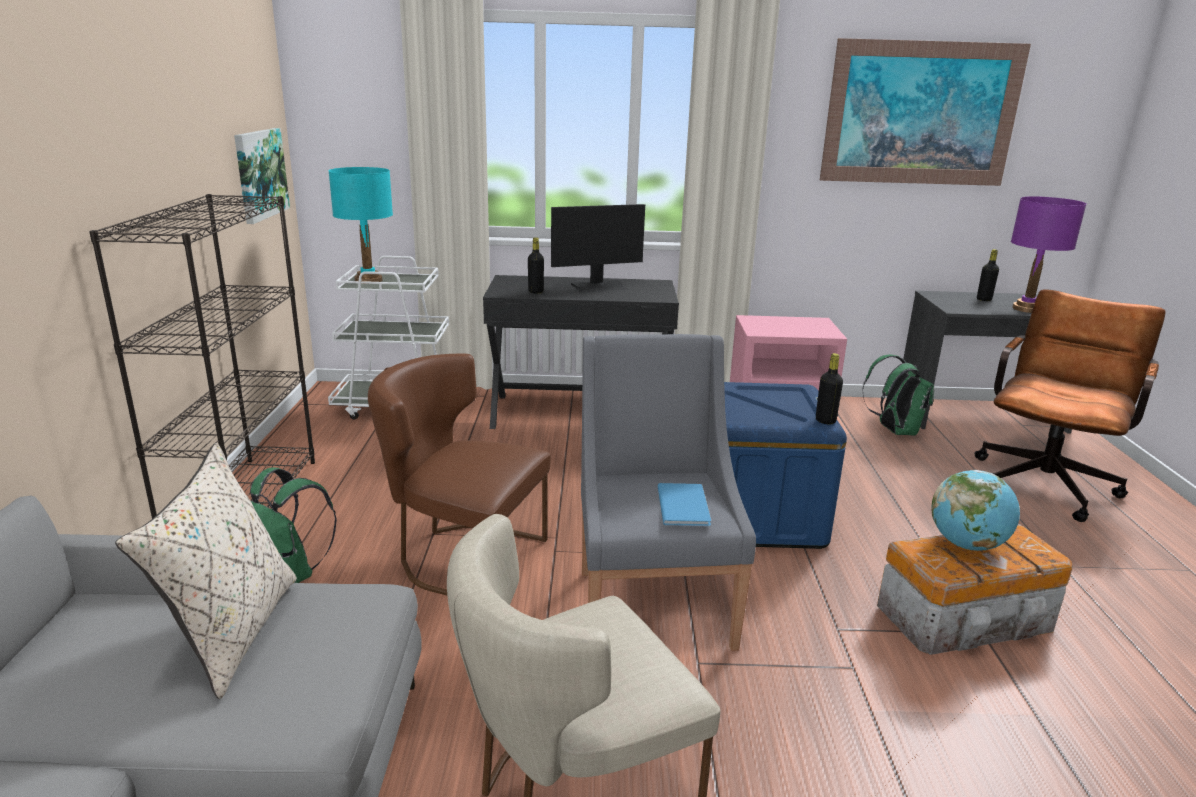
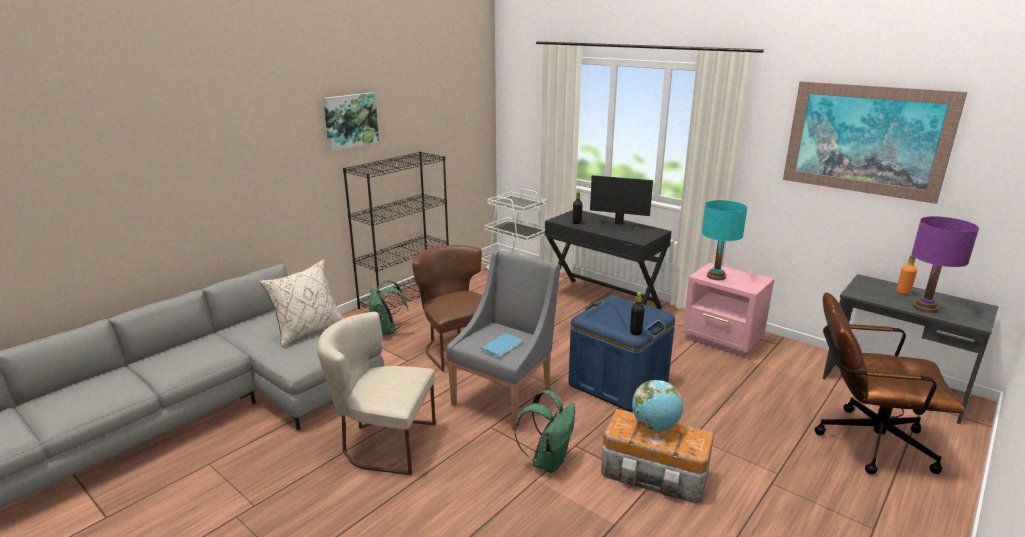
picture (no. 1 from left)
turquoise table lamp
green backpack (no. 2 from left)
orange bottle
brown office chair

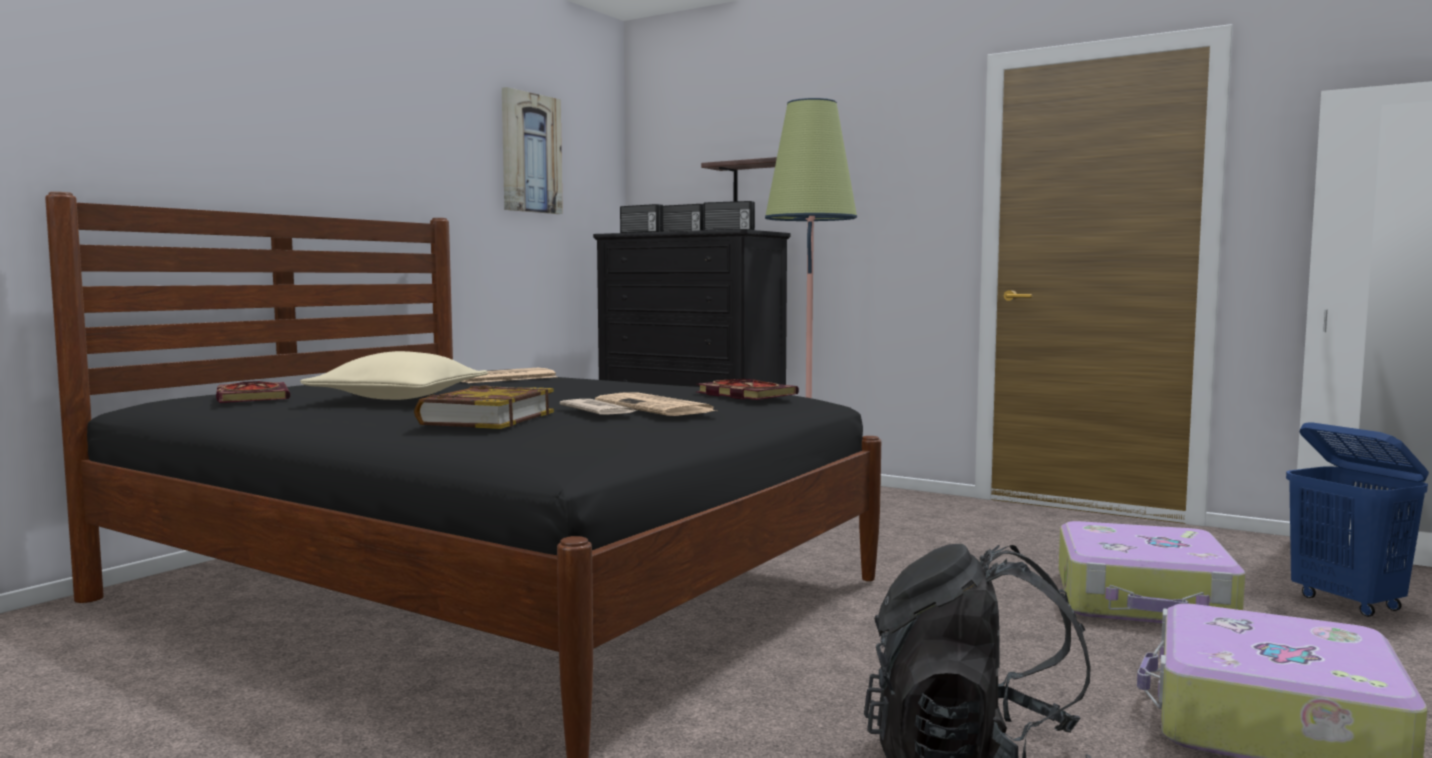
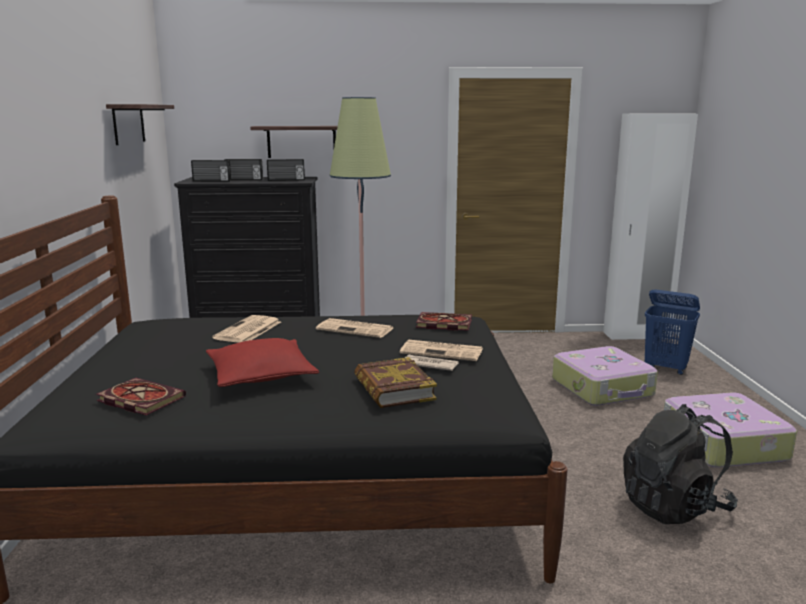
newspaper (no. 2 from left)
shelf (no. 1 from left)
red pillow

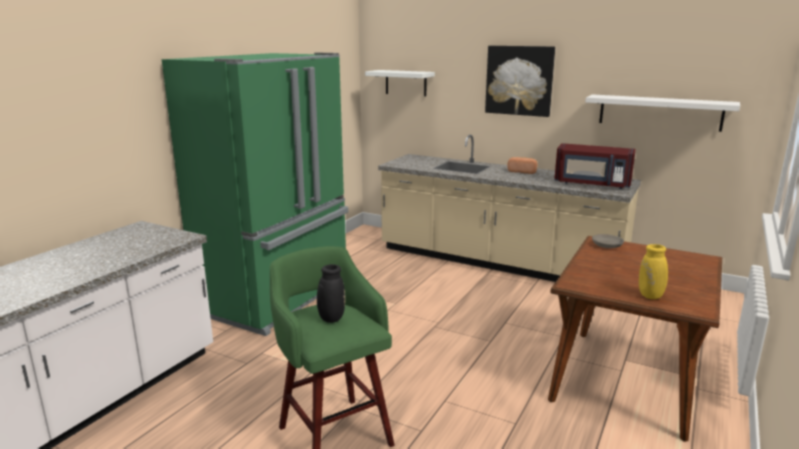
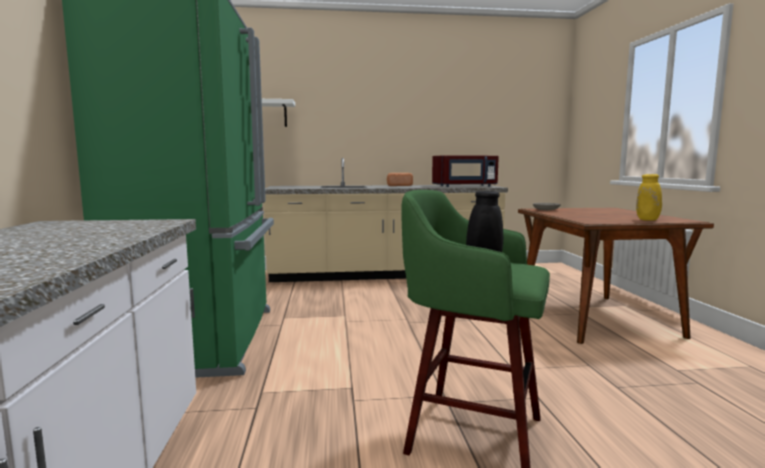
picture
white shelf (no. 2 from left in the first image)

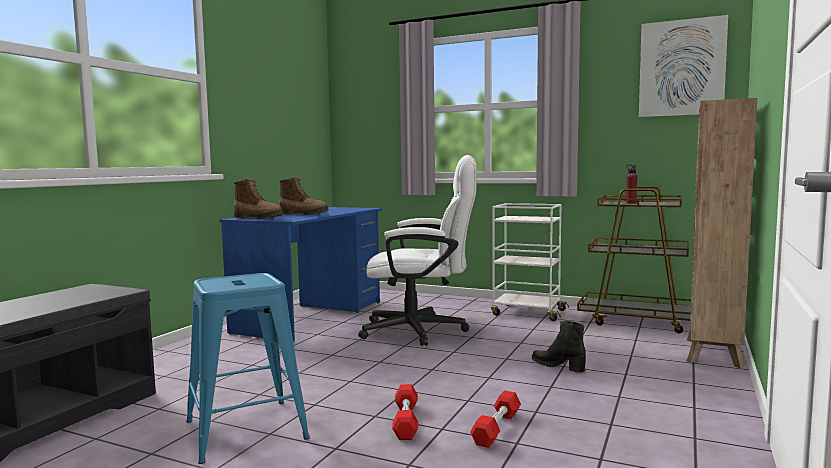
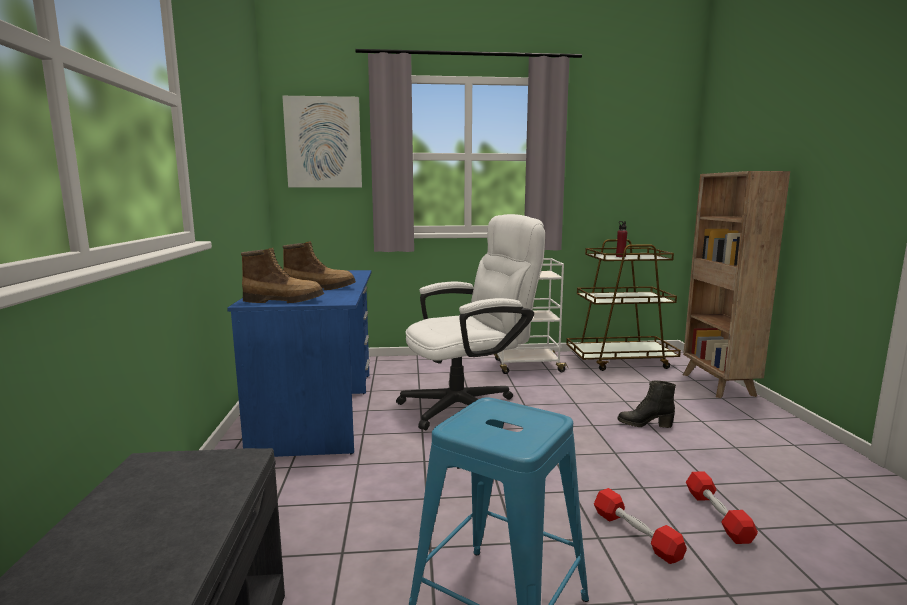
picture

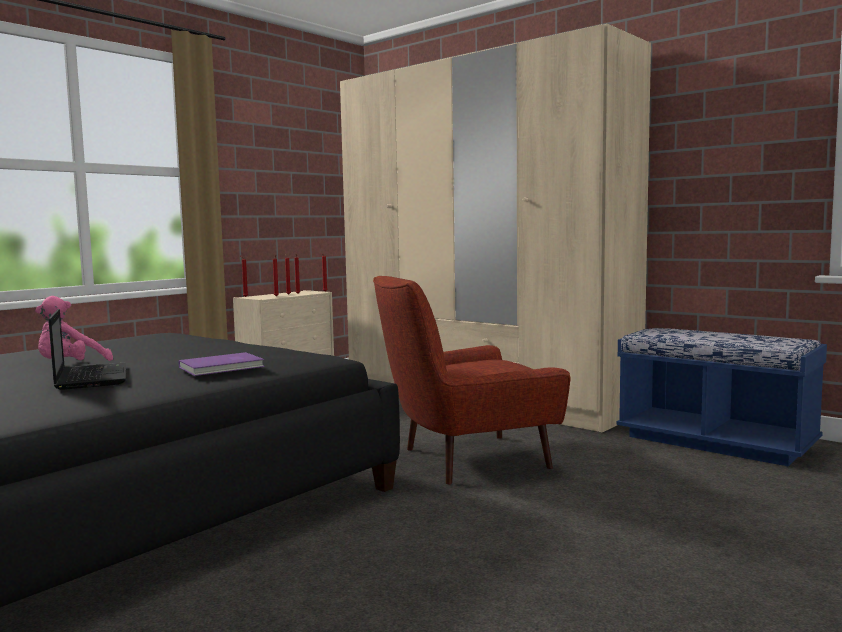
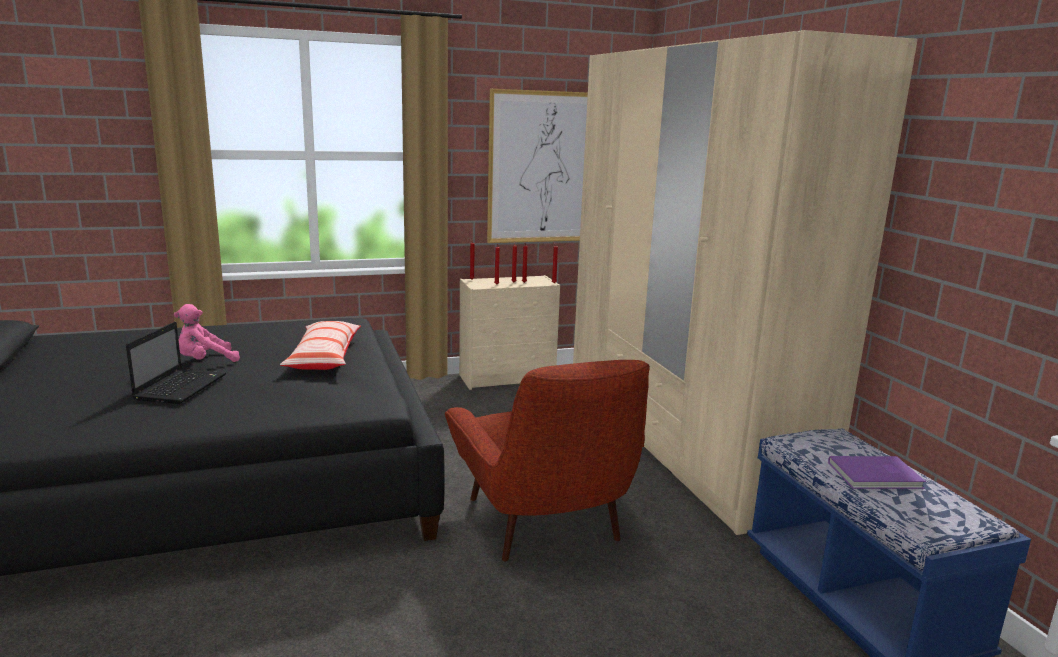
pillow
picture
purple book
red armchair

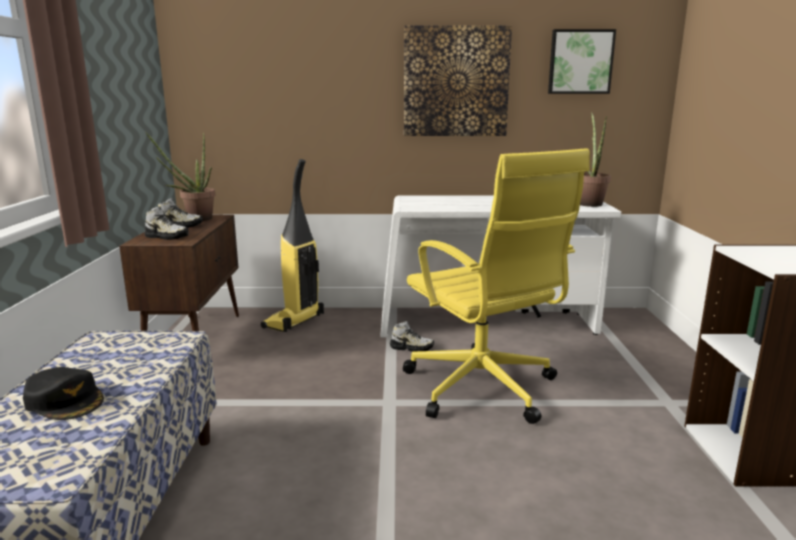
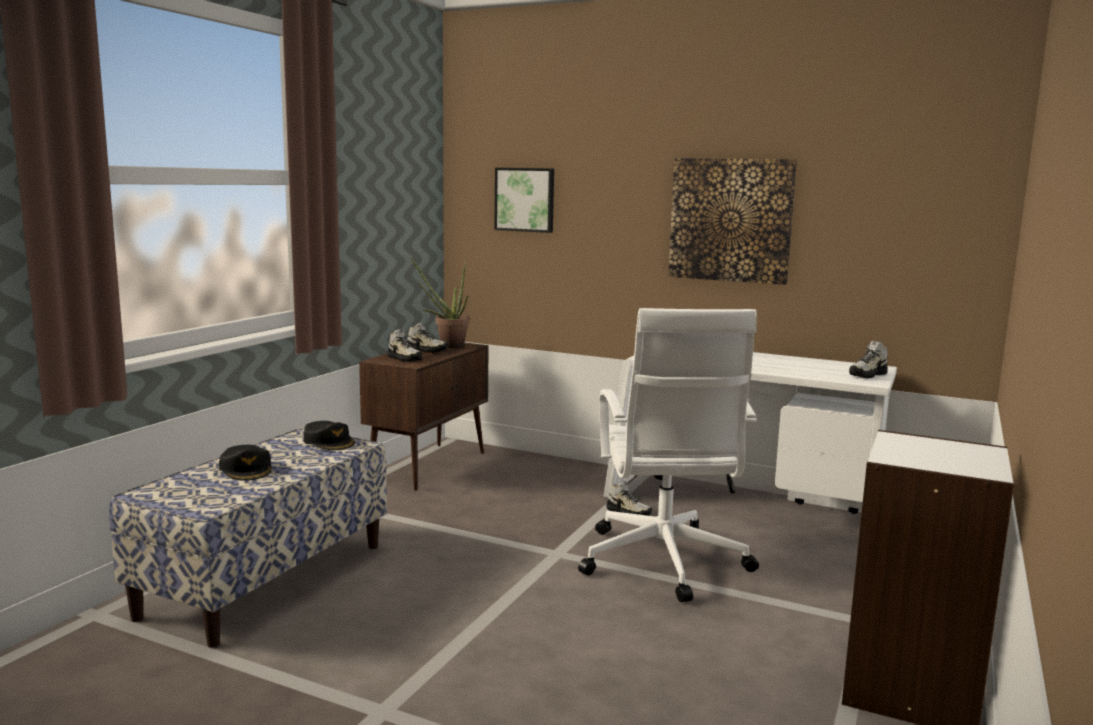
vacuum cleaner
black cap (no. 2 from left)
picture (no. 1 from left)
shoe (no. 4 from left)
white office chair

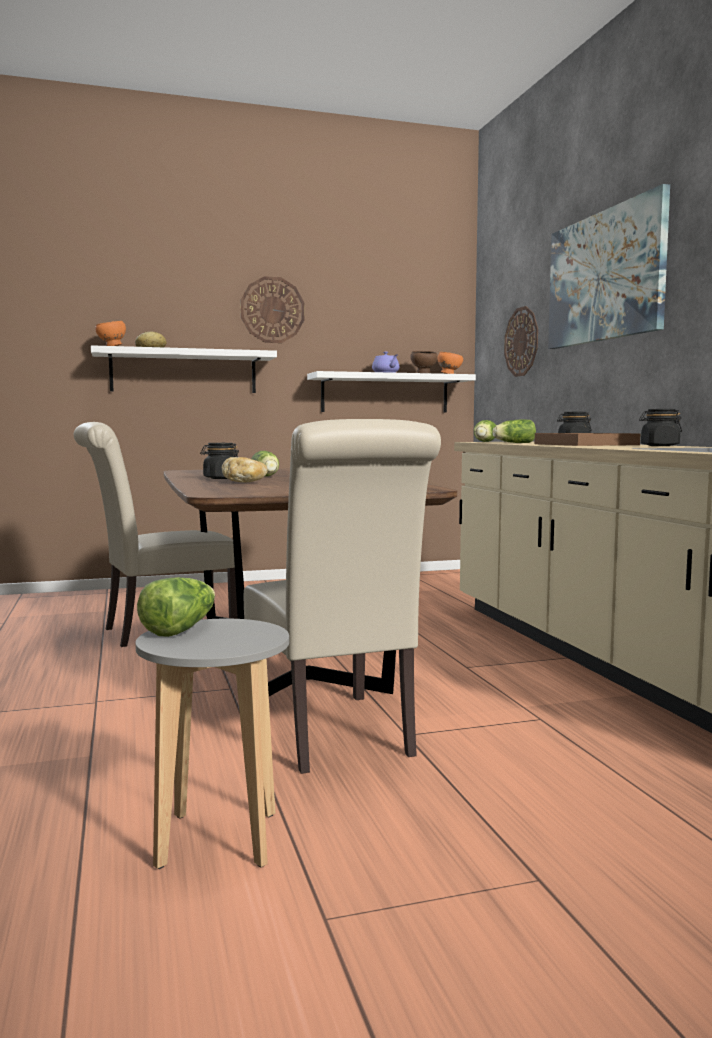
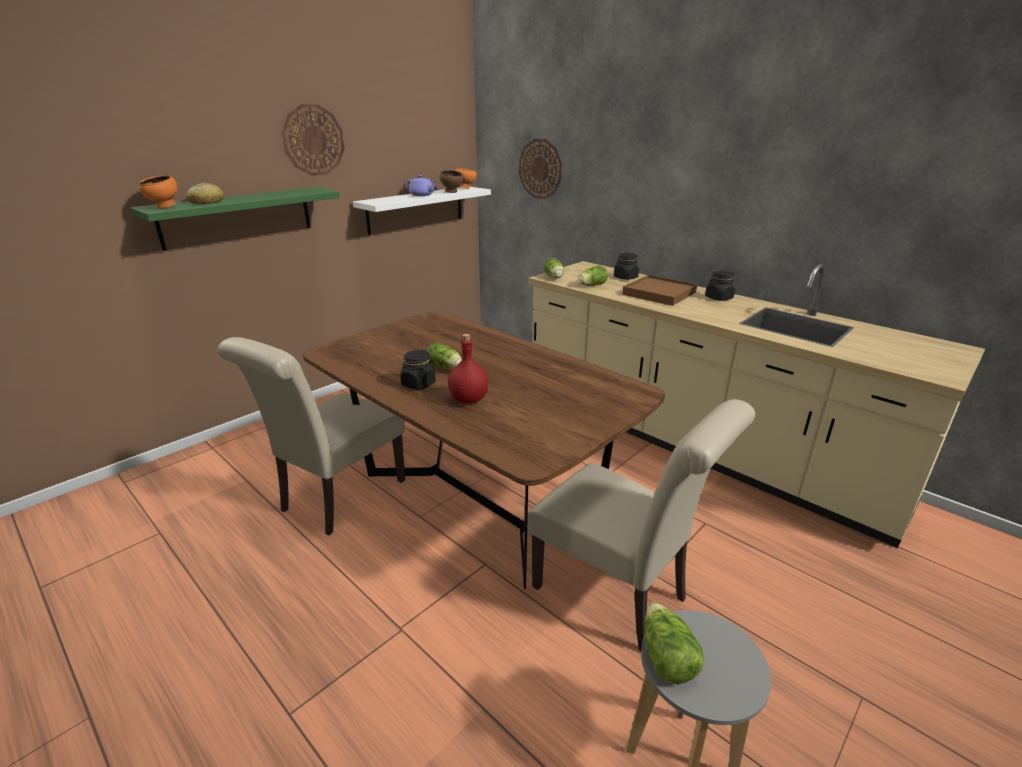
picture
red bottle
green shelf

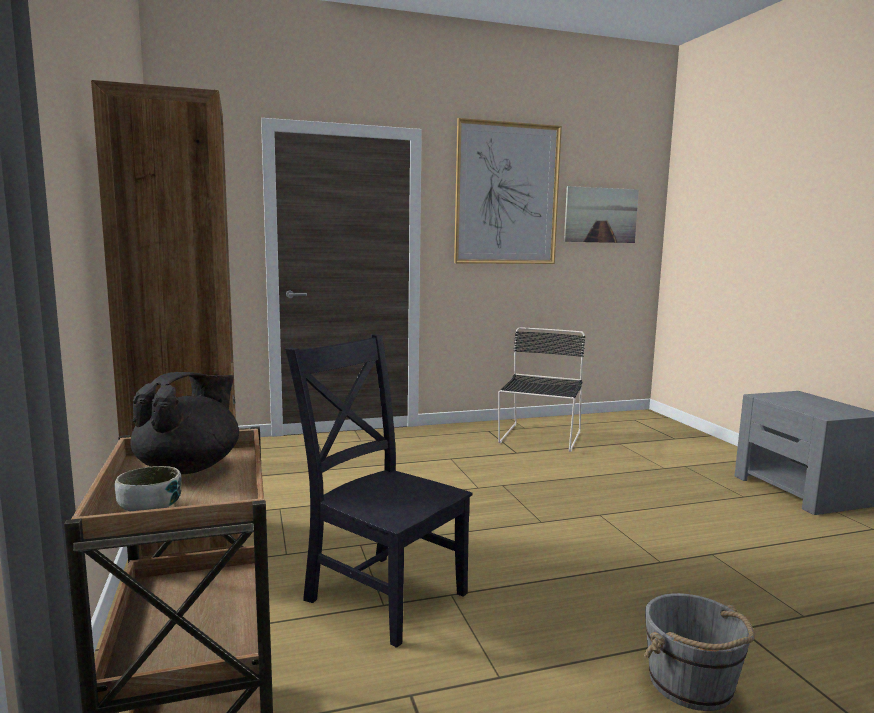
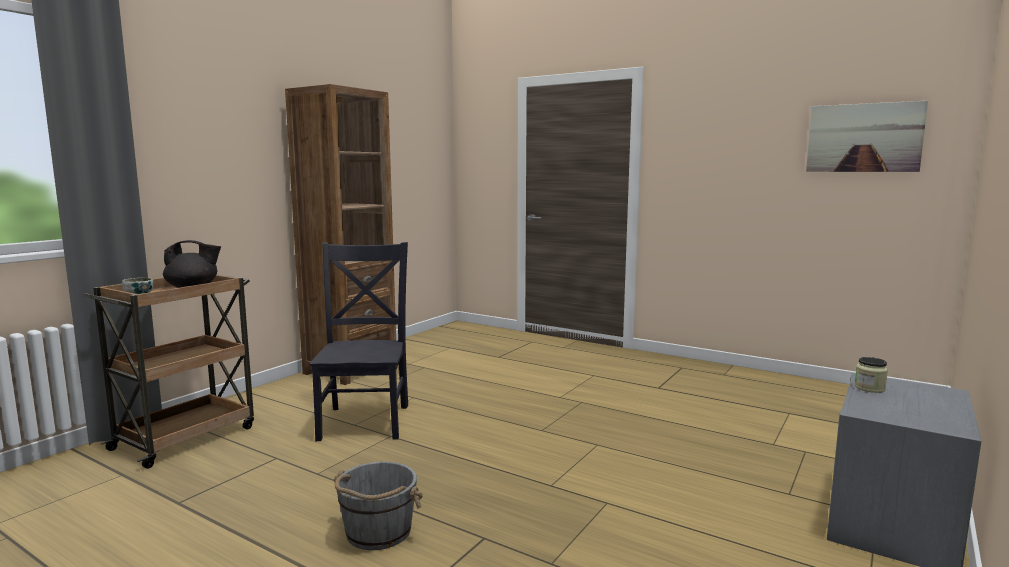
picture (no. 1 from left in the first image)
black chair (no. 2 from left in the first image)
jar

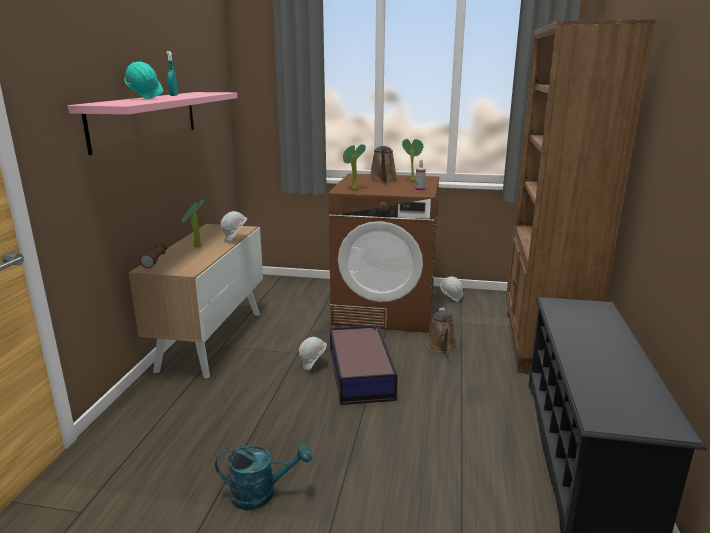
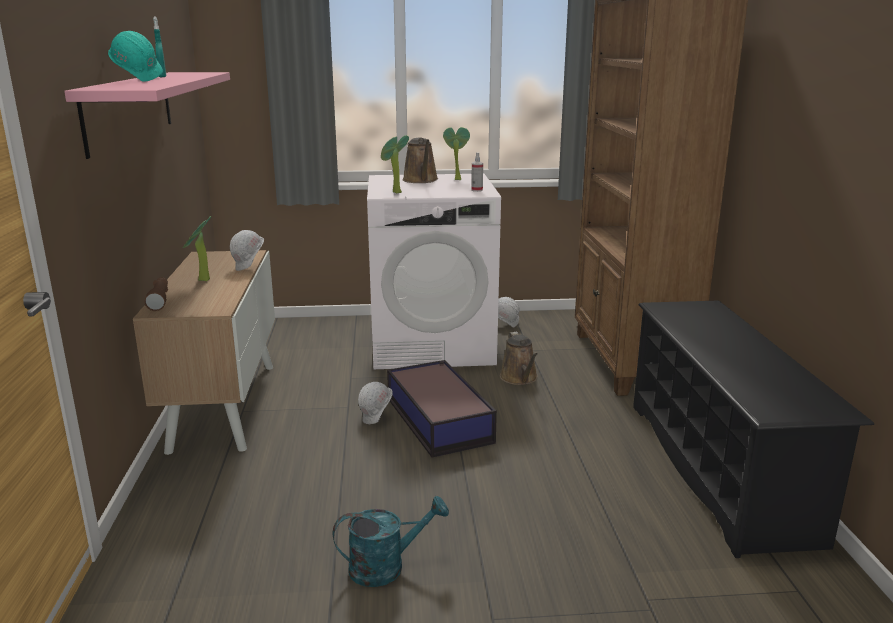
white washing machine

